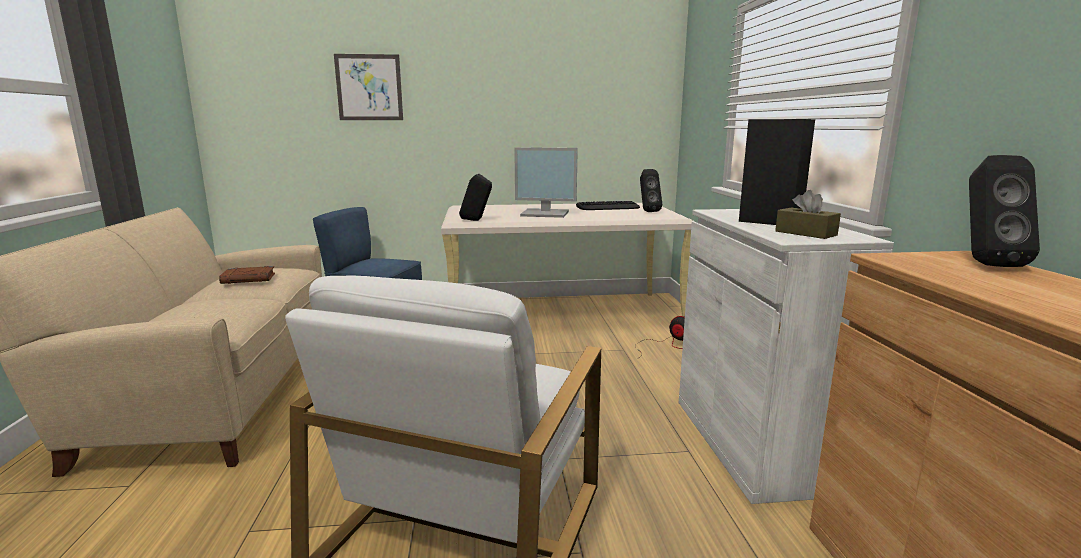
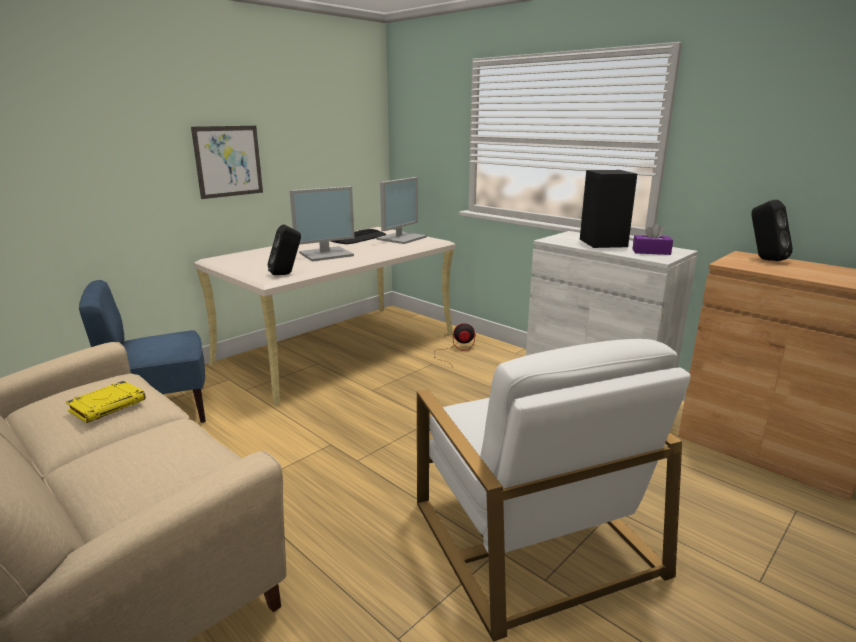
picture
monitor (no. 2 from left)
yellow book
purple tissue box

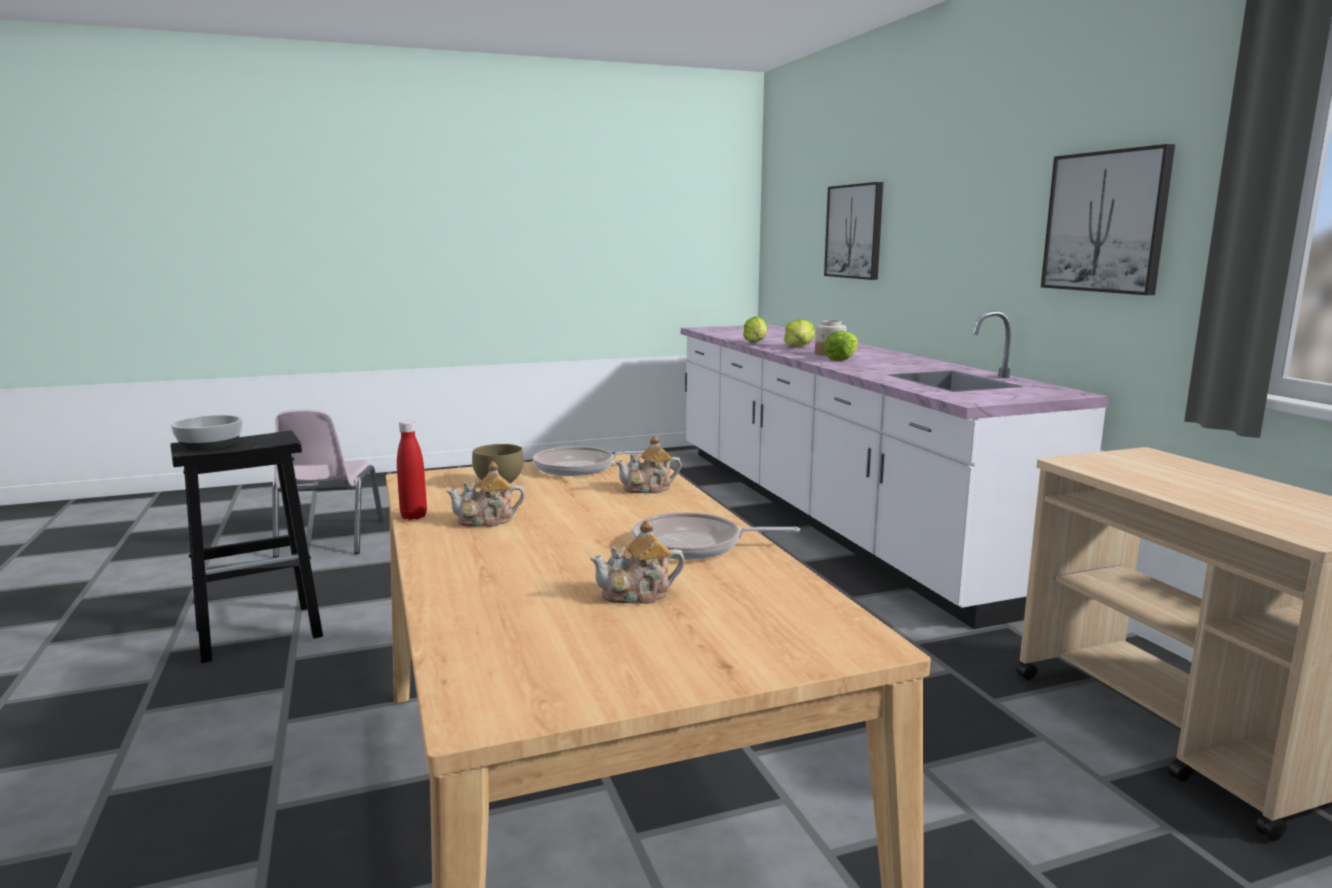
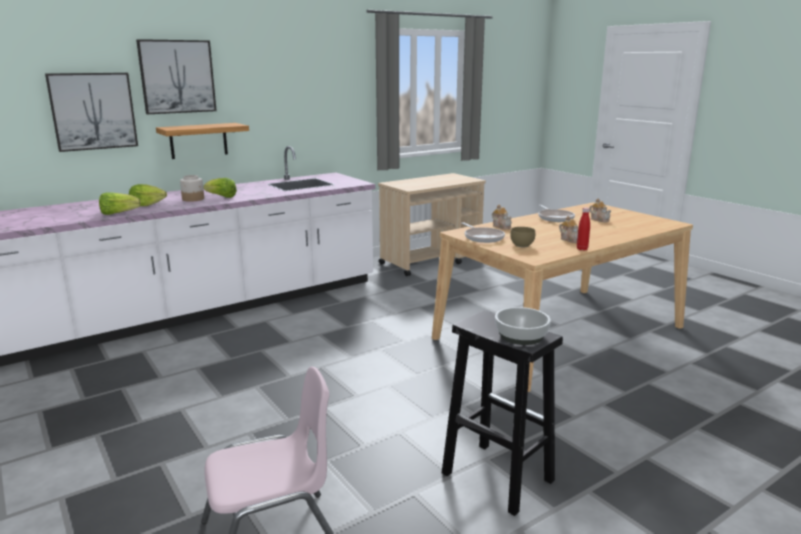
shelf
picture (no. 2 from left)

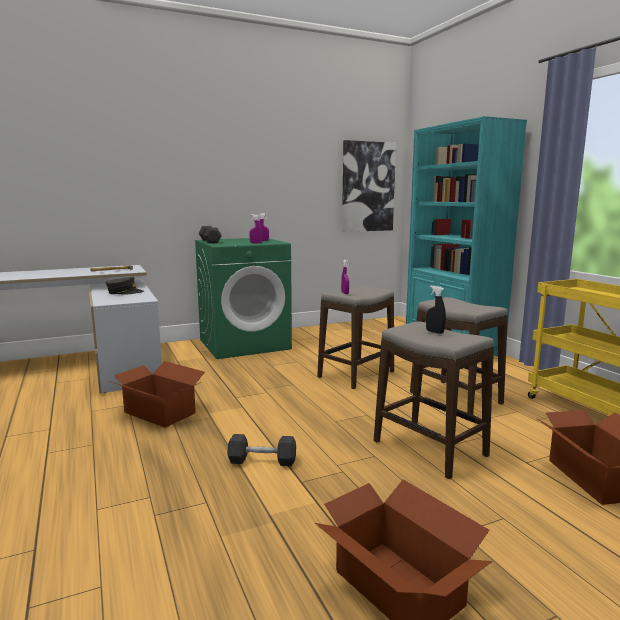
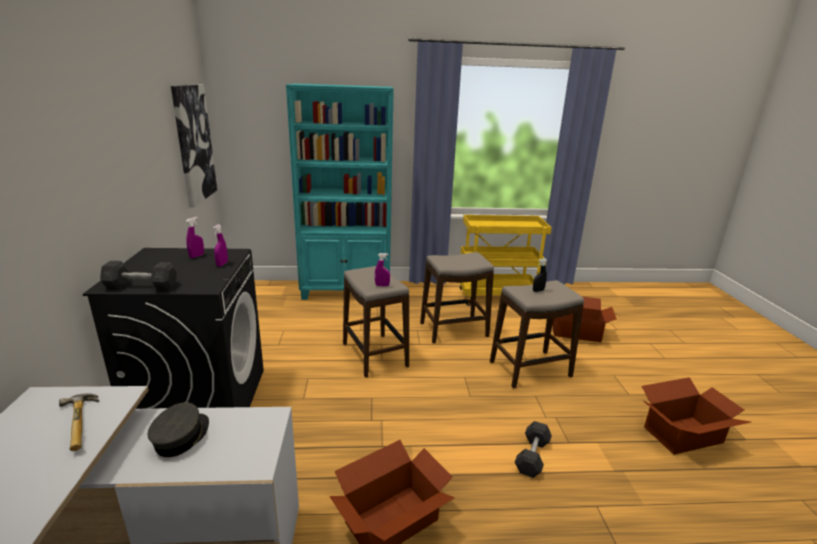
black washing machine

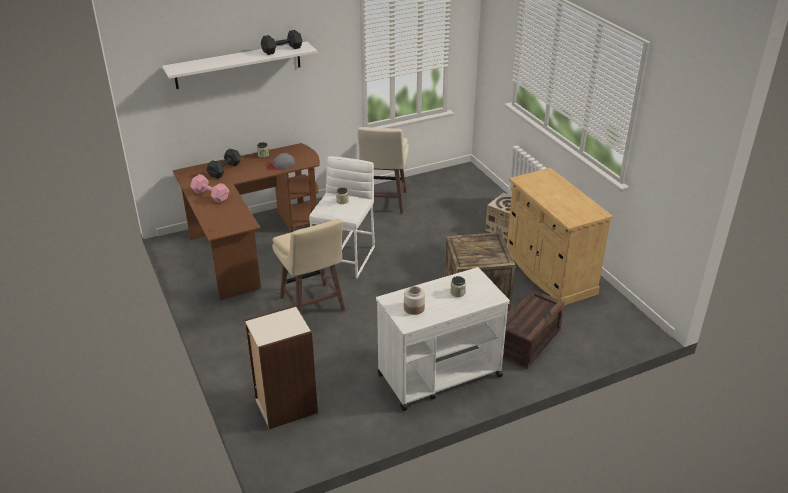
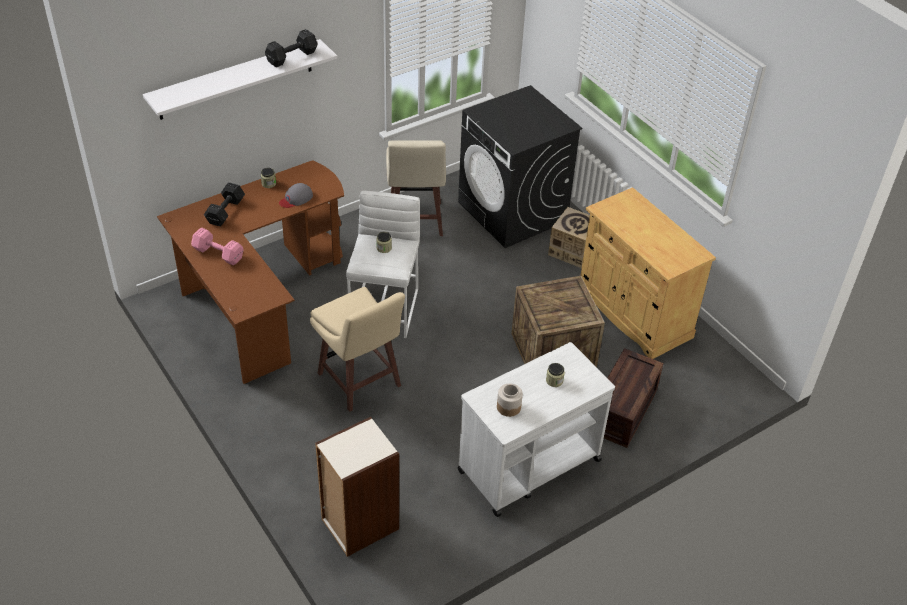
black washing machine

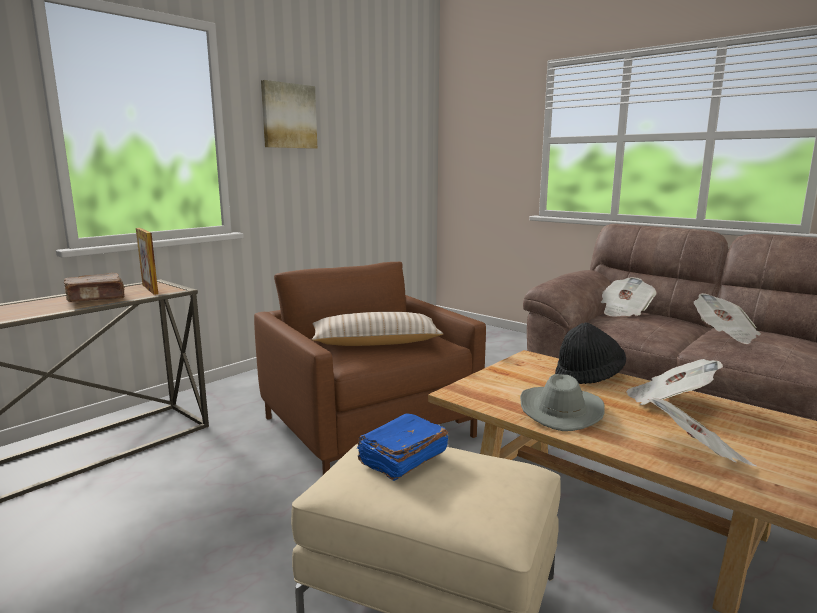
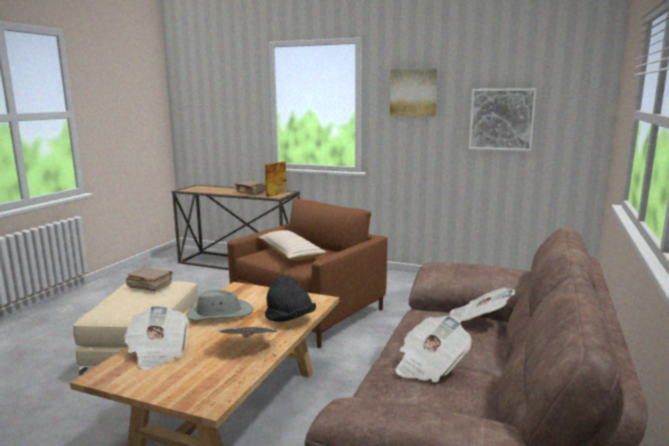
picture (no. 2 from left)
brown book (no. 1 from left)

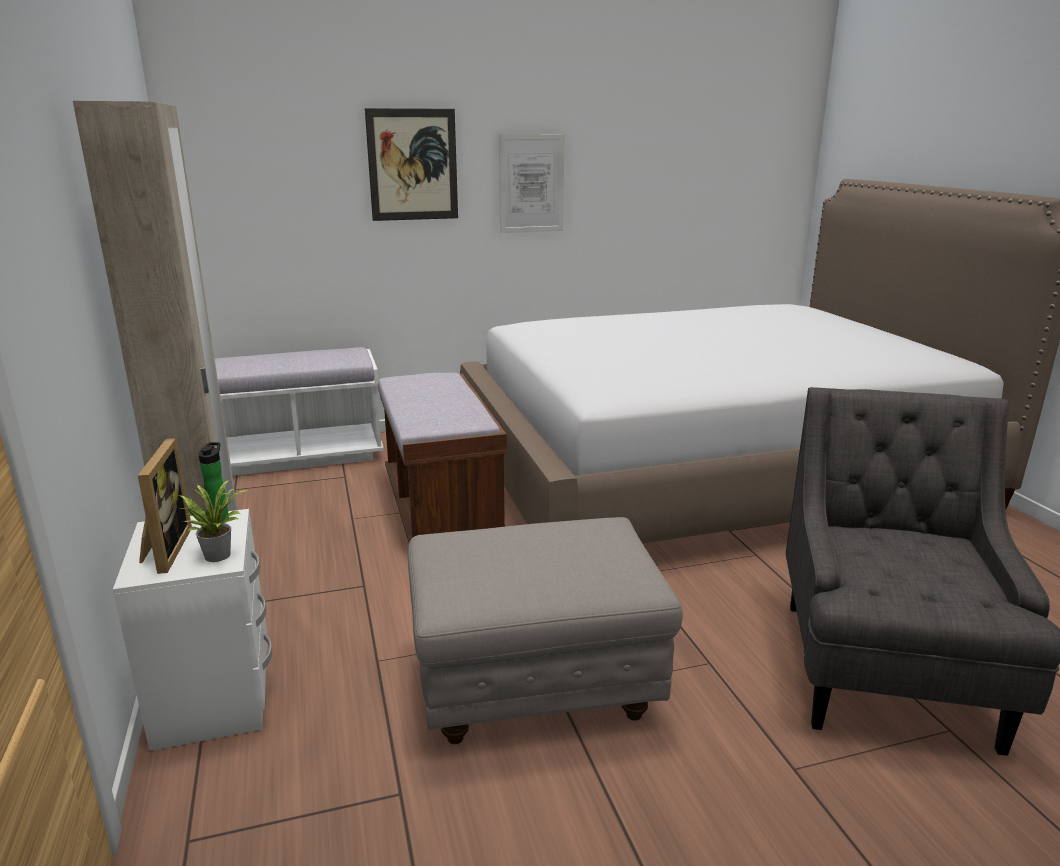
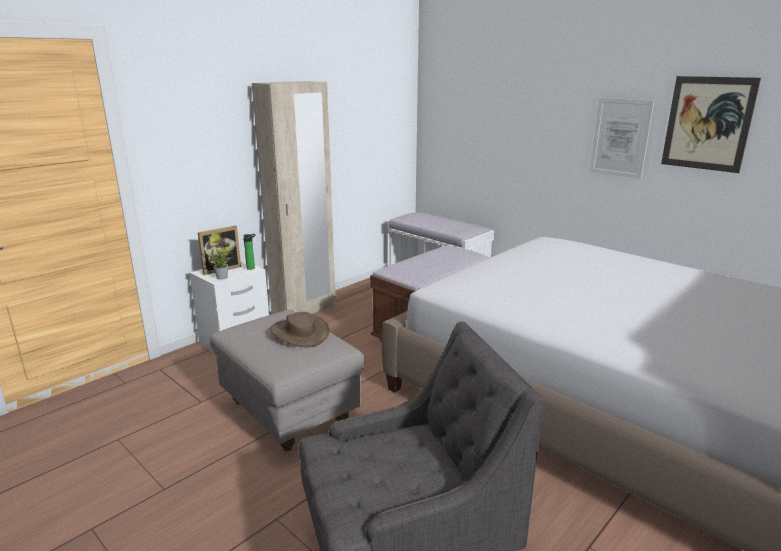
brown hat
picture (no. 2 from left)

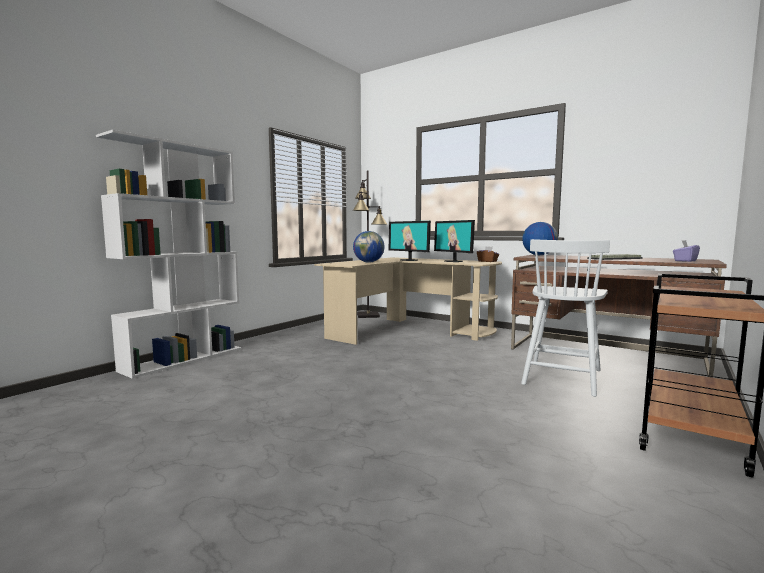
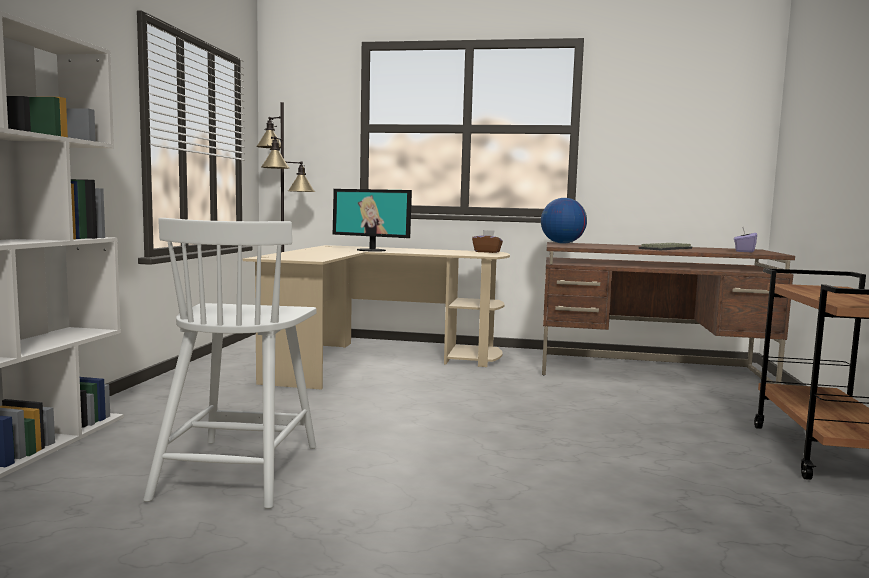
globe (no. 1 from left in the first image)
monitor (no. 2 from left in the first image)
white chair

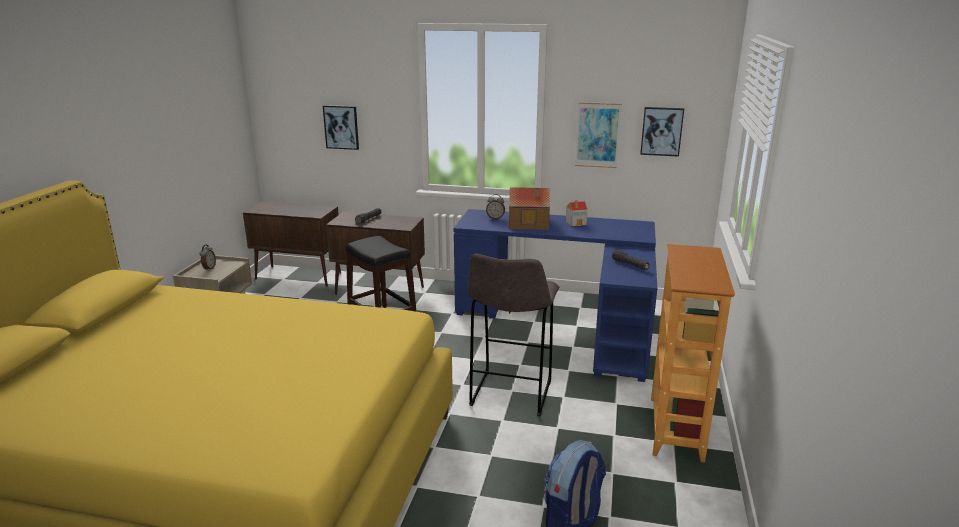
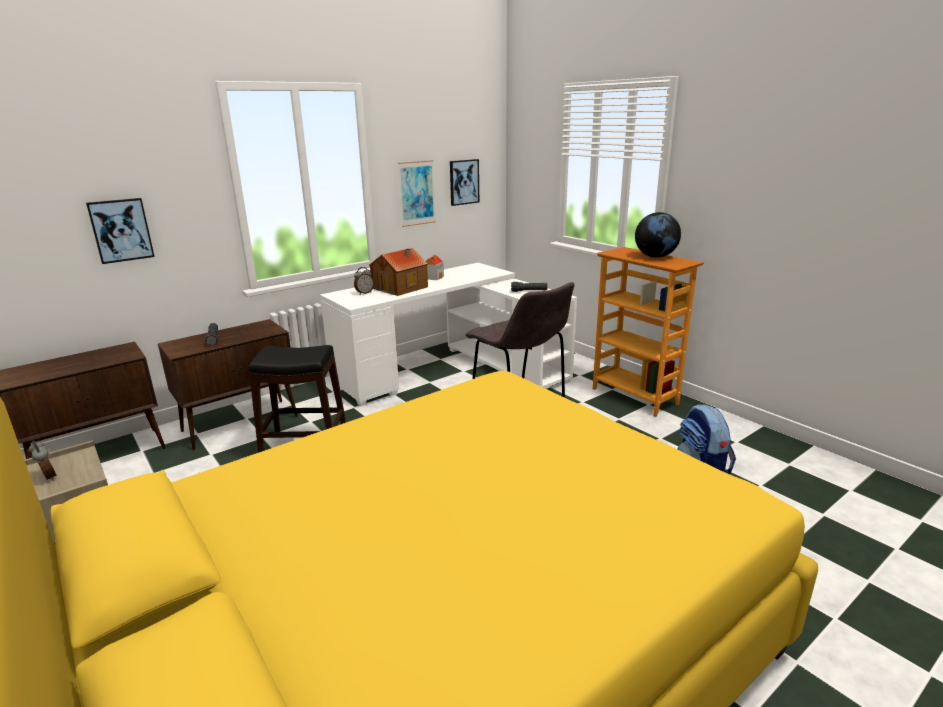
globe
white desk

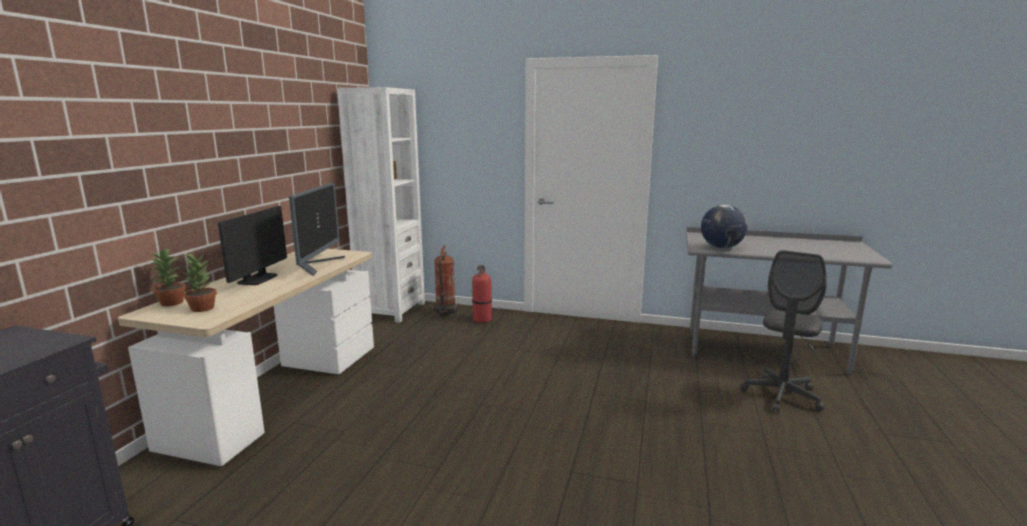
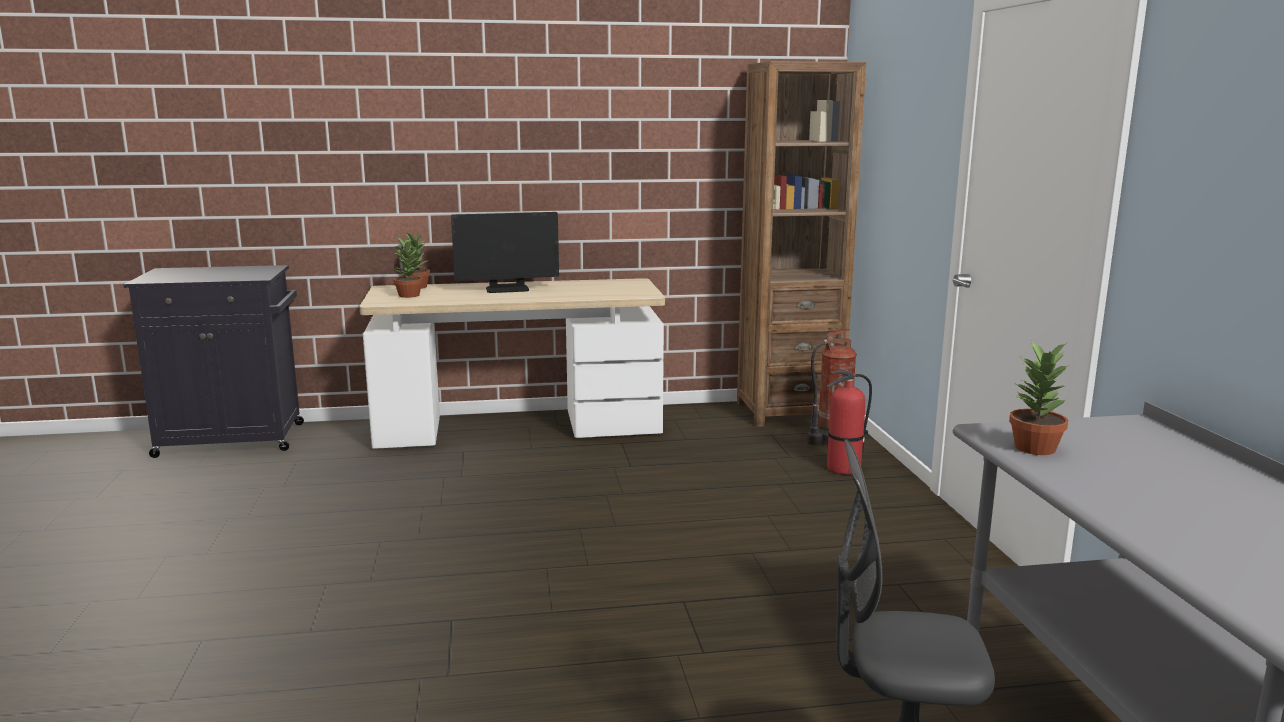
monitor (no. 2 from left in the first image)
potted plant (no. 3 from left)
brown bookcase

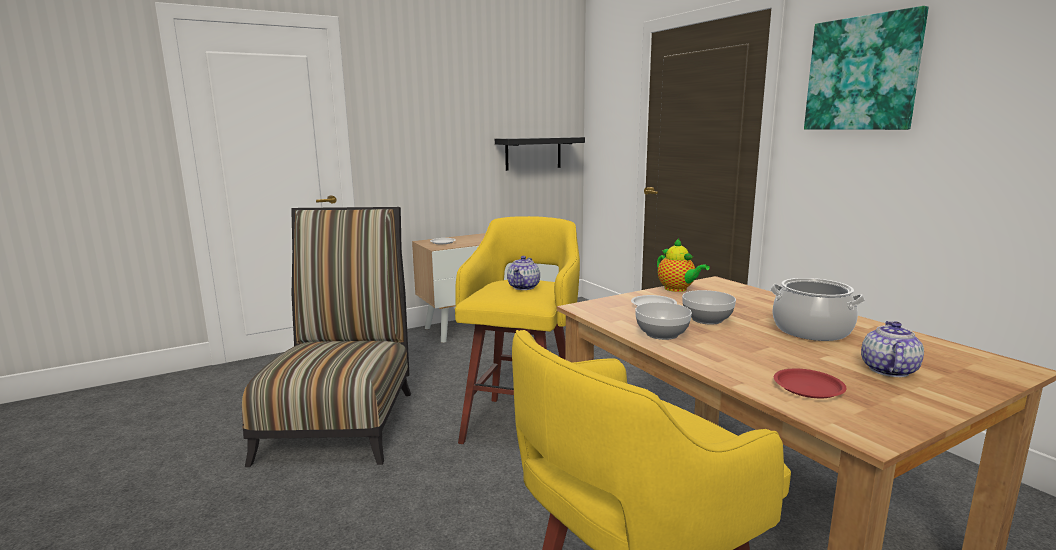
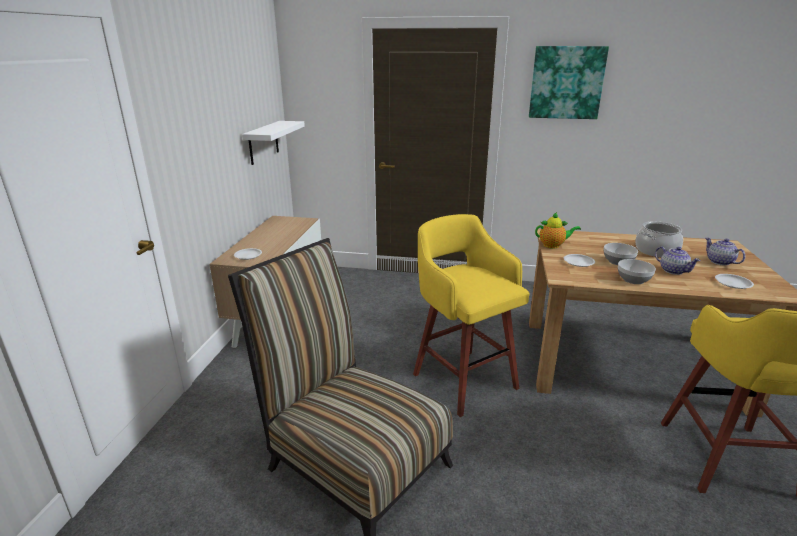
teapot (no. 2 from left)
white shelf
white plate (no. 3 from left)

